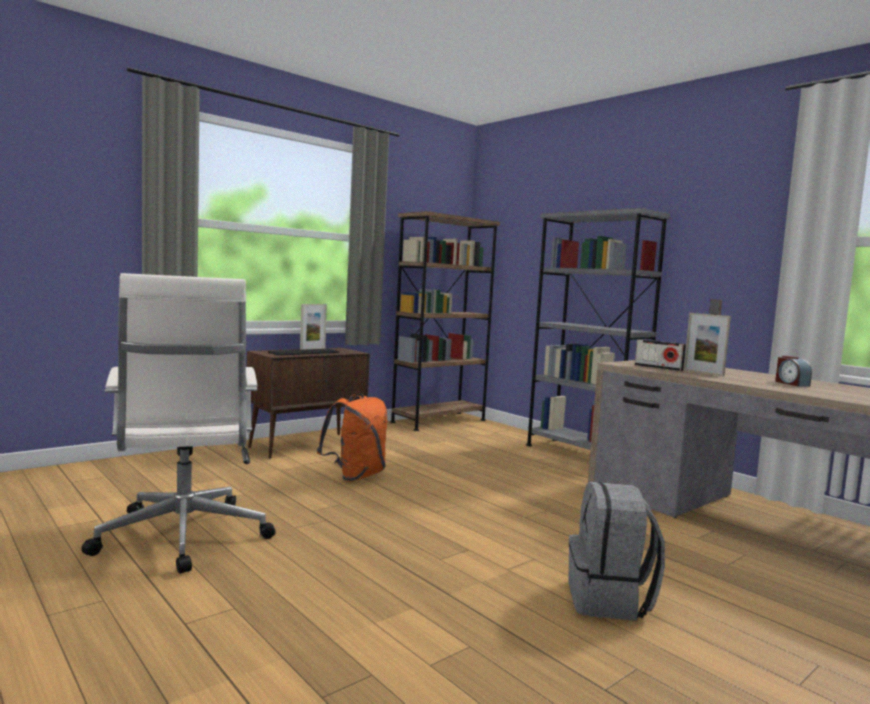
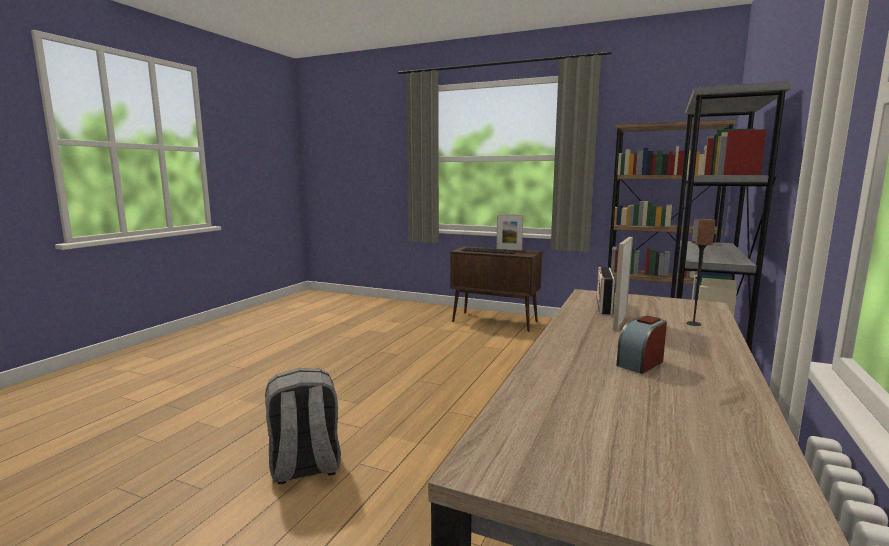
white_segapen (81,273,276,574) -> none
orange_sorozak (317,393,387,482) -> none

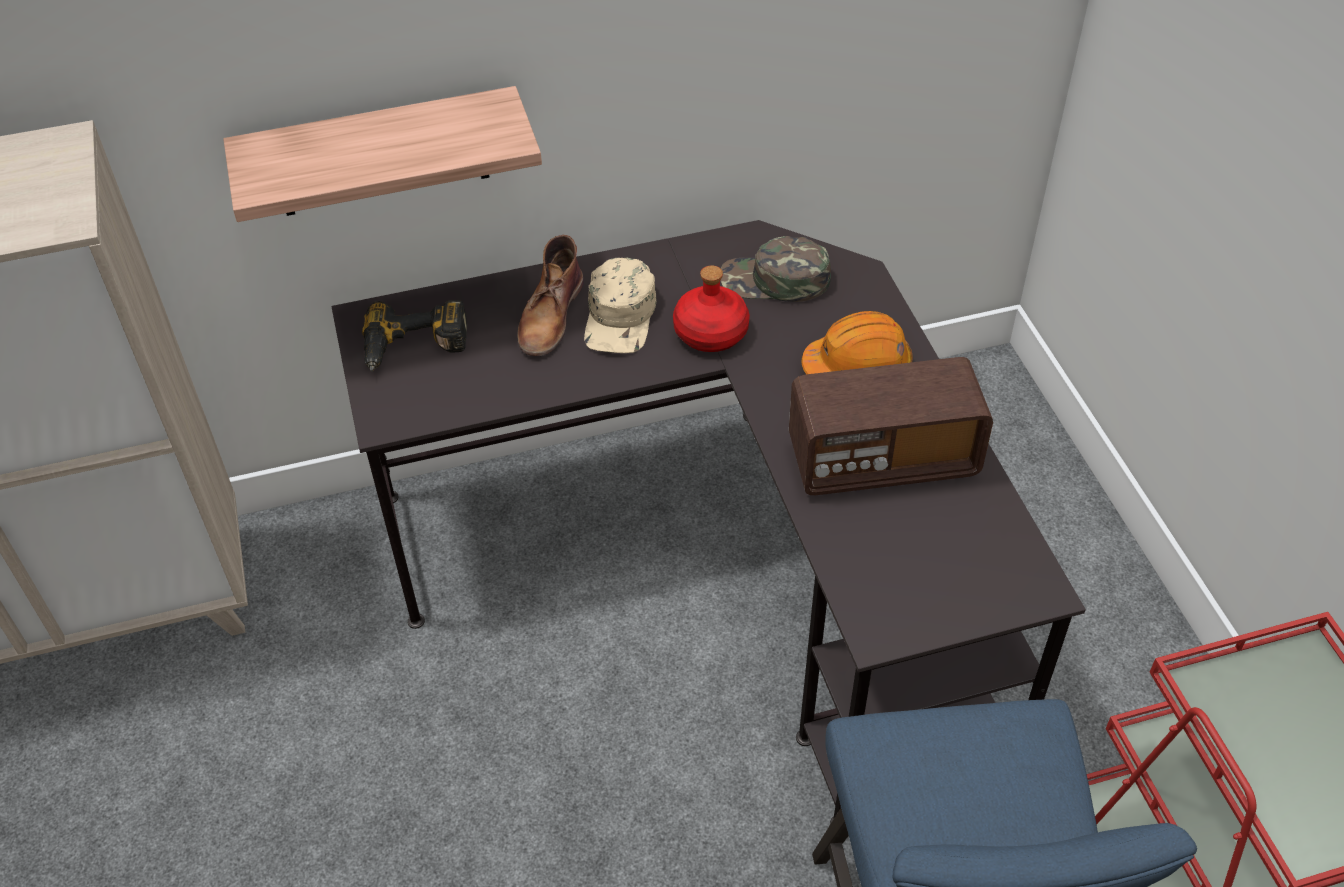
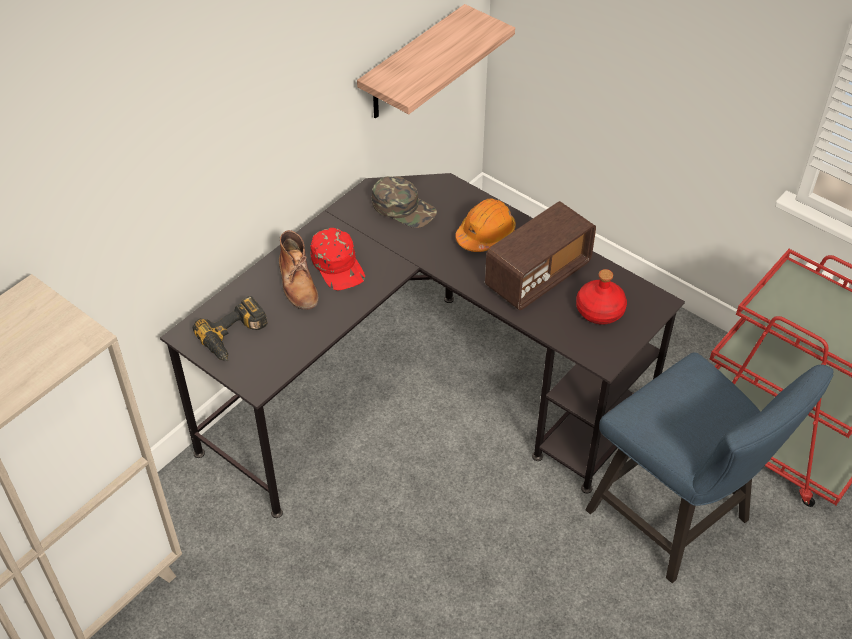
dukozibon (223,86,542,222) -> dukozibon (357,4,515,119), moved
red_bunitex (673,265,750,352) -> red_bunitex (576,269,627,325), moved
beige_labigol (584,258,657,353) -> red_labigol (311,228,365,290)
green_labigol (720,236,831,302) -> green_labigol (372,176,437,228), 120 degrees counterclockwise

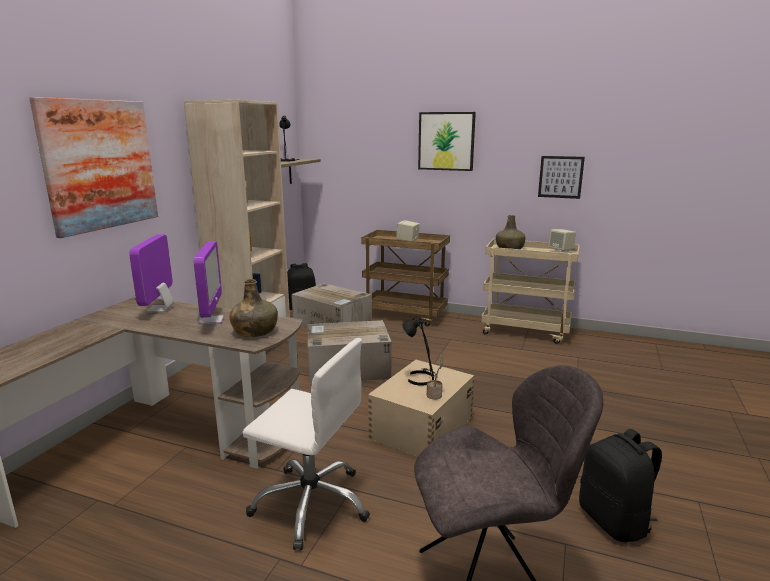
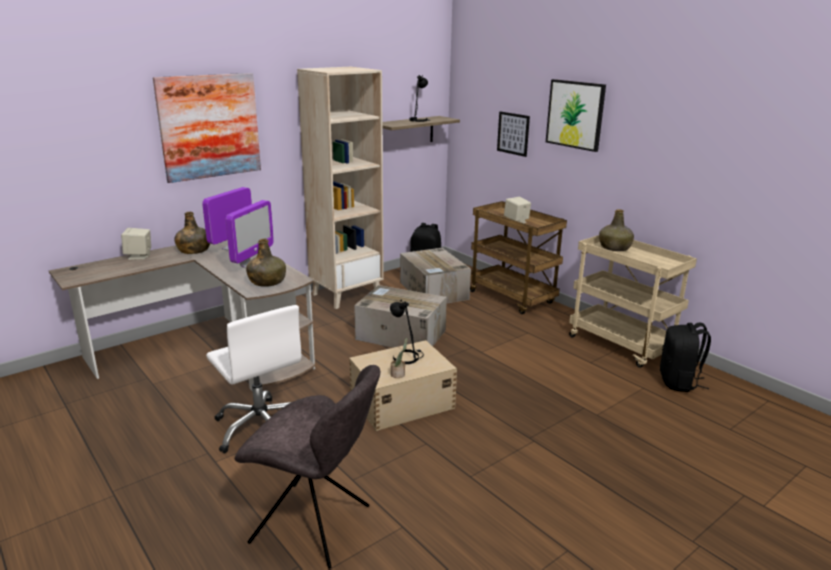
none -> green_bunitex (174,212,210,254)
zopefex (538,156,585,199) -> zopefex (497,111,530,157), moved
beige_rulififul (548,229,576,253) -> beige_rulififul (121,228,151,260), moved
black_sorozak (579,429,662,542) -> black_sorozak (660,323,711,392), moved

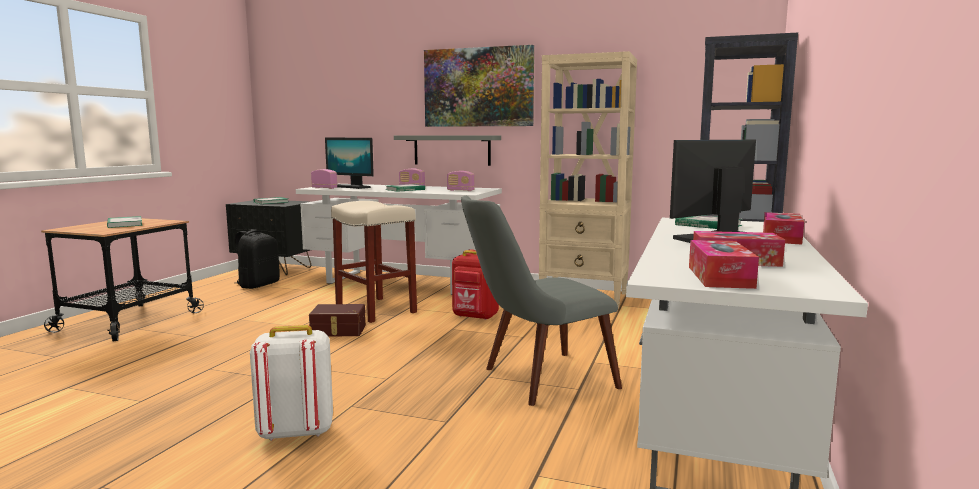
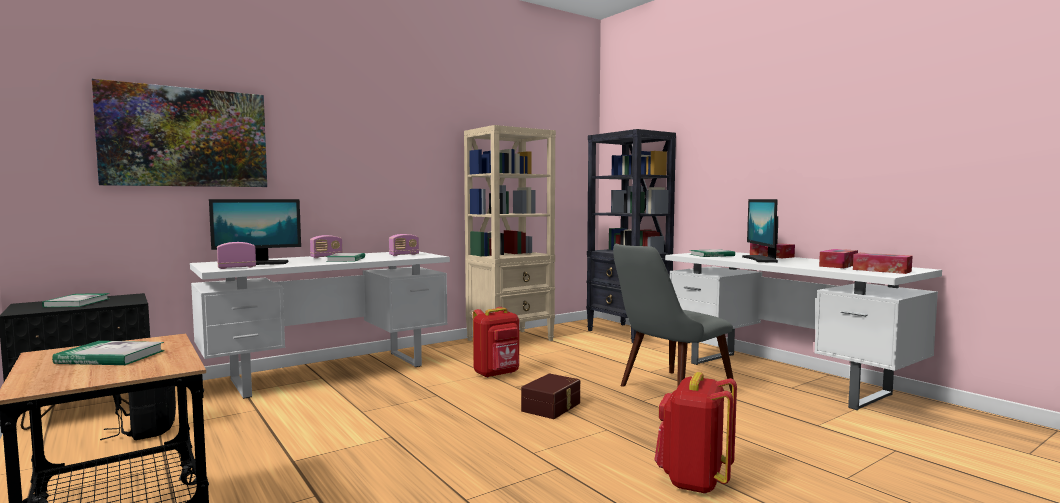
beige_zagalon (331,201,417,323) -> none
grey_dukozibon (394,136,501,166) -> none
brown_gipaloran (309,304,366,337) -> brown_gipaloran (521,373,580,419), moved
zopefex (424,45,534,127) -> zopefex (92,79,267,187), moved
white_sorozak (250,325,333,441) -> red_sorozak (654,372,737,494)
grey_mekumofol (461,196,622,406) -> grey_mekumofol (613,243,734,393), 45 degrees clockwise

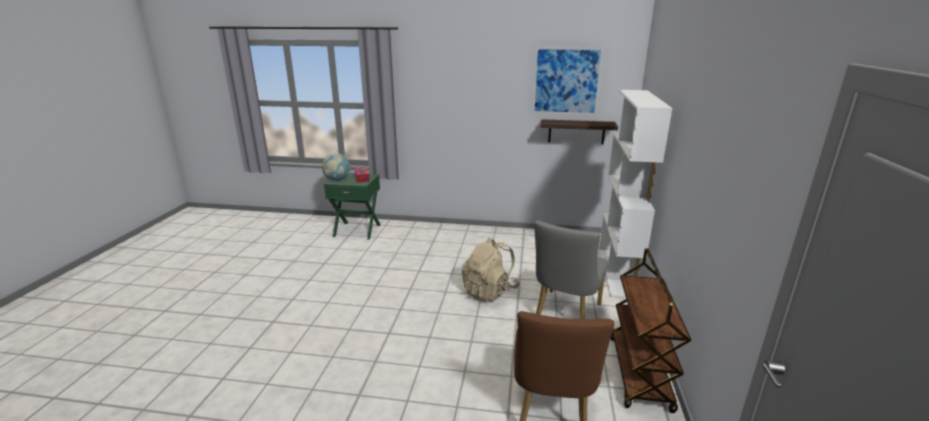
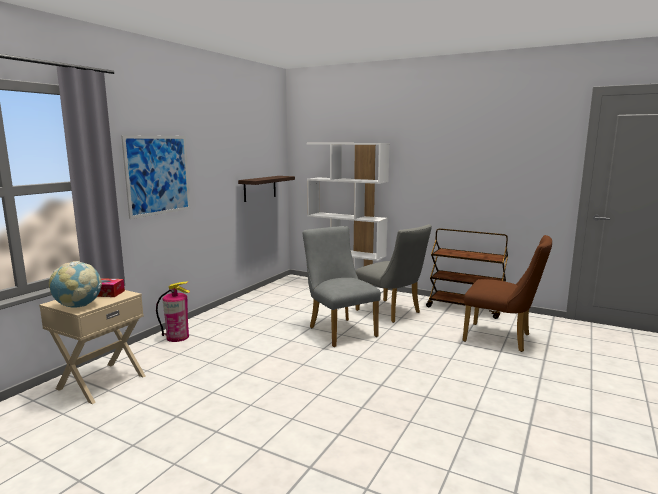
none -> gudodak (156,282,190,342)
zopefex (532,47,604,115) -> zopefex (121,135,190,219), moved
beige_sorozak (462,238,519,302) -> grey_mekumofol (303,226,381,347)
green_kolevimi (324,173,381,239) -> beige_kolevimi (39,290,146,404)

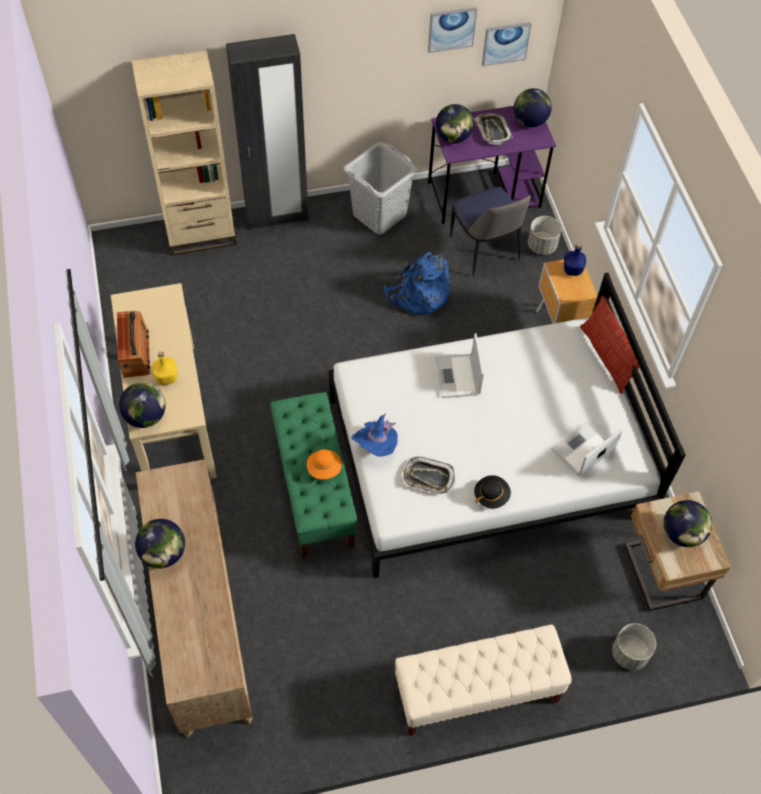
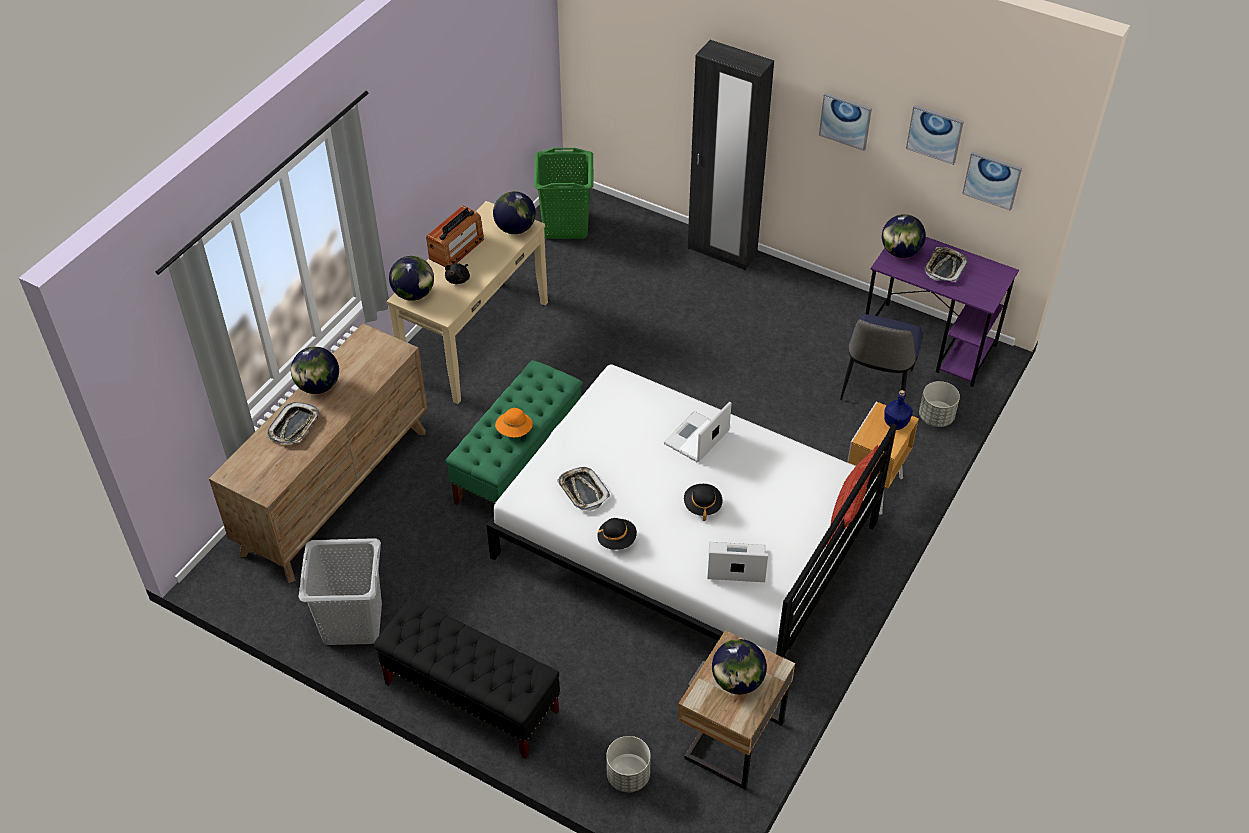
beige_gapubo (132,50,236,255) -> none
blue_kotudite (351,413,398,457) -> none
blue_sorozak (383,252,451,315) -> none
none -> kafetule (268,402,319,444)
none -> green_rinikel (534,148,593,239)
none -> black_kotudite (684,484,723,521)
none -> zopefex (819,93,872,151)
grey_rinikel (343,142,419,235) -> grey_rinikel (299,538,382,645), moved
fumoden (514,88,552,127) -> fumoden (493,191,536,234), moved
yellow_bunitex (152,352,177,385) -> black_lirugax (445,263,470,284)
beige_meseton (395,624,572,736) -> black_meseton (374,598,560,759)

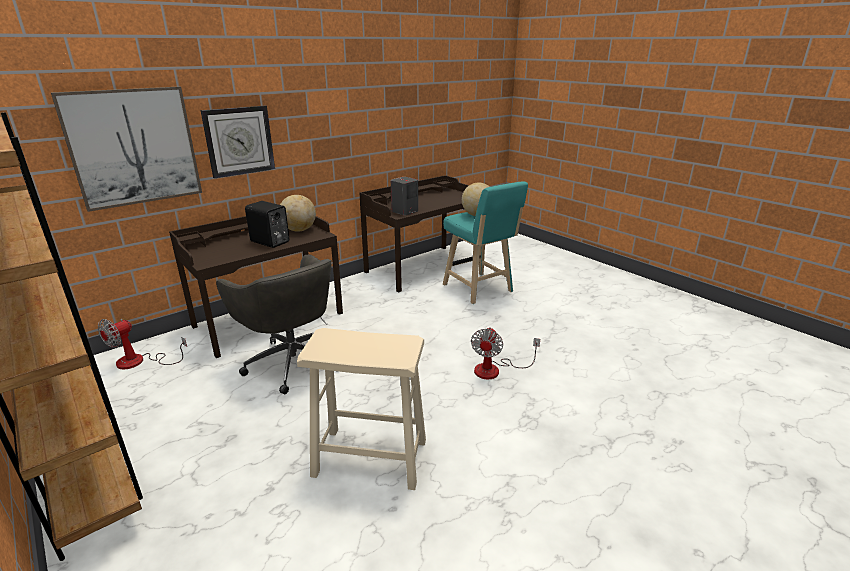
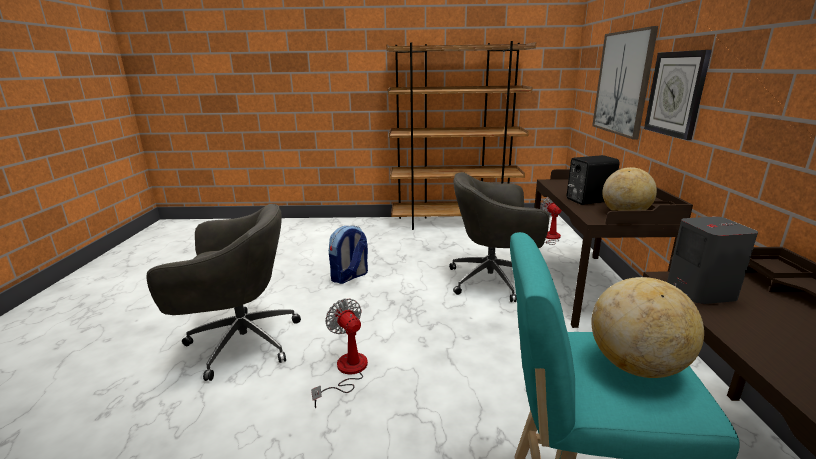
none -> grey_segapen (147,204,301,381)
beige_zagalon (297,328,426,490) -> sorozak (329,225,368,284)

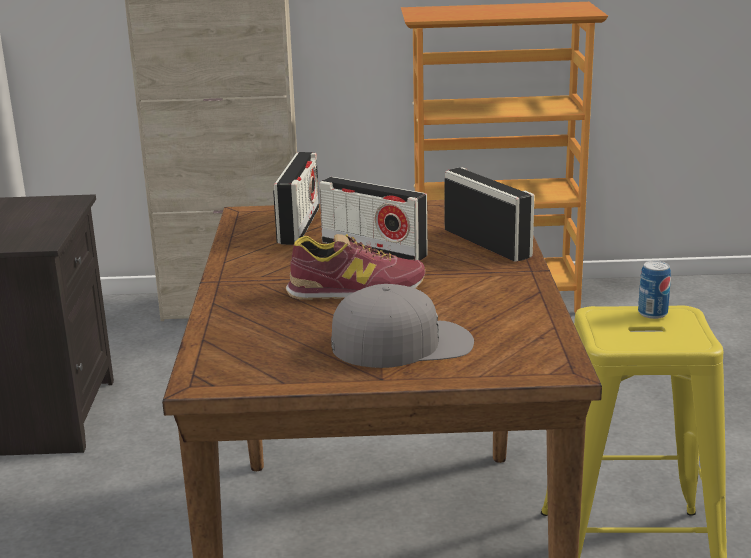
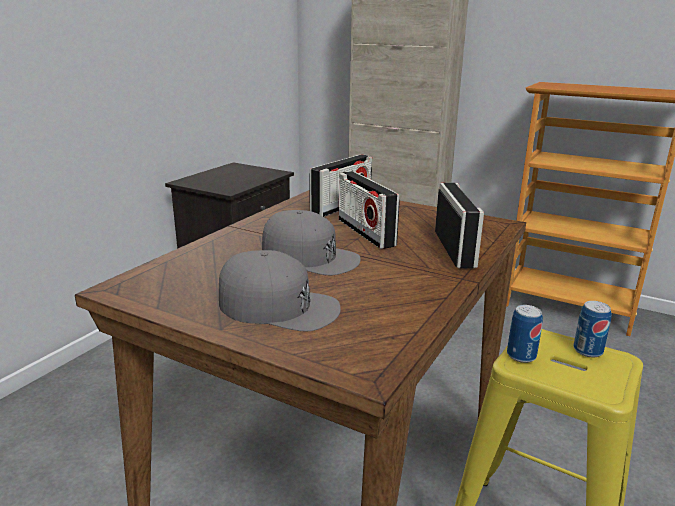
none -> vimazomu (507,305,543,363)
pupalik (286,234,425,300) -> grey_labigol (262,210,361,275)

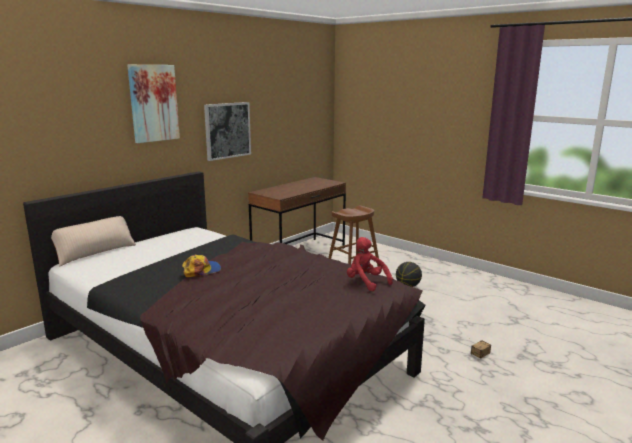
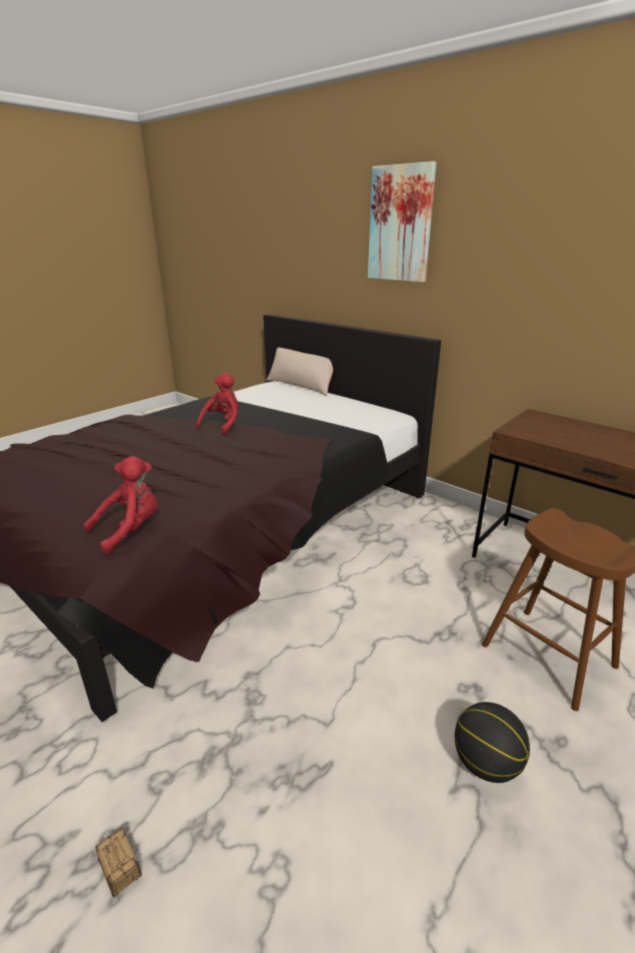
zopefex (204,102,251,161) -> none
labigol (182,255,221,277) -> red_lirugax (196,373,239,435)

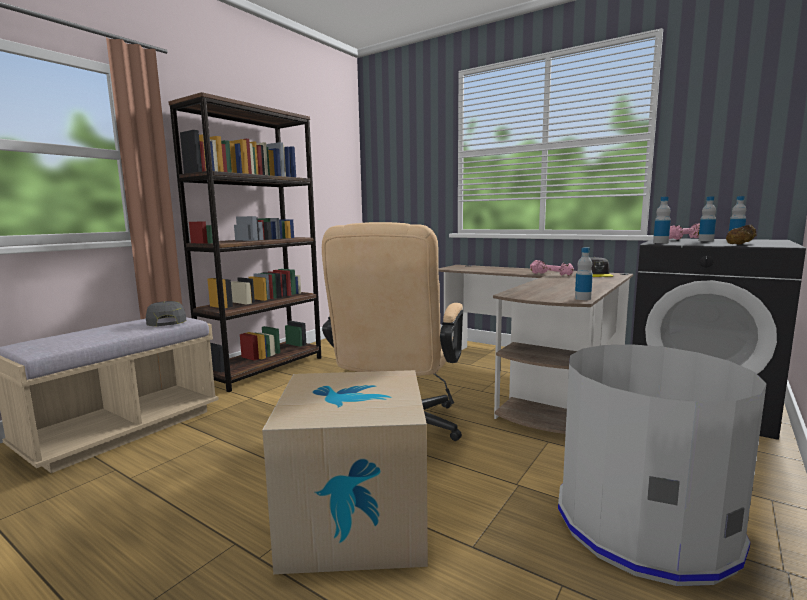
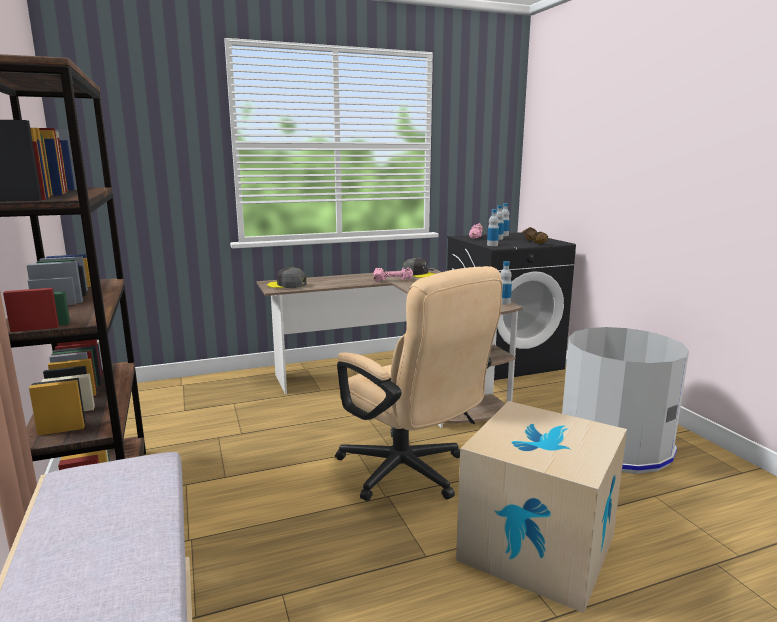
grey_labigol (146,301,186,326) -> grey_labigol (267,268,307,288), moved

